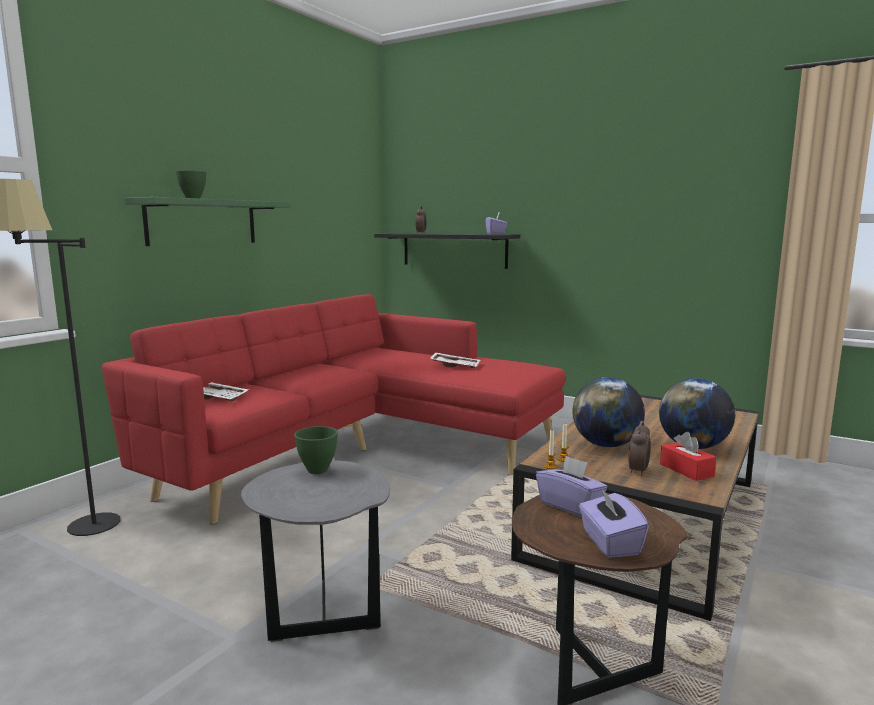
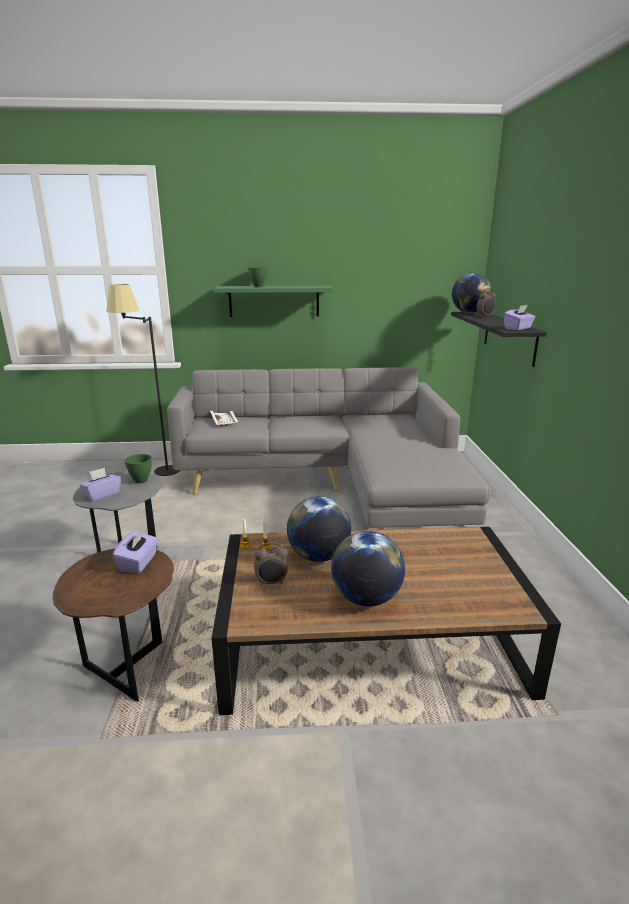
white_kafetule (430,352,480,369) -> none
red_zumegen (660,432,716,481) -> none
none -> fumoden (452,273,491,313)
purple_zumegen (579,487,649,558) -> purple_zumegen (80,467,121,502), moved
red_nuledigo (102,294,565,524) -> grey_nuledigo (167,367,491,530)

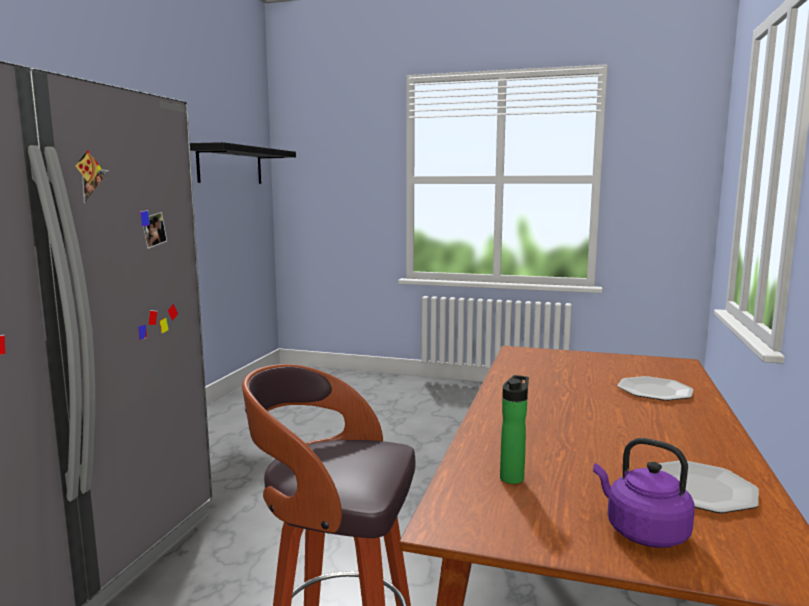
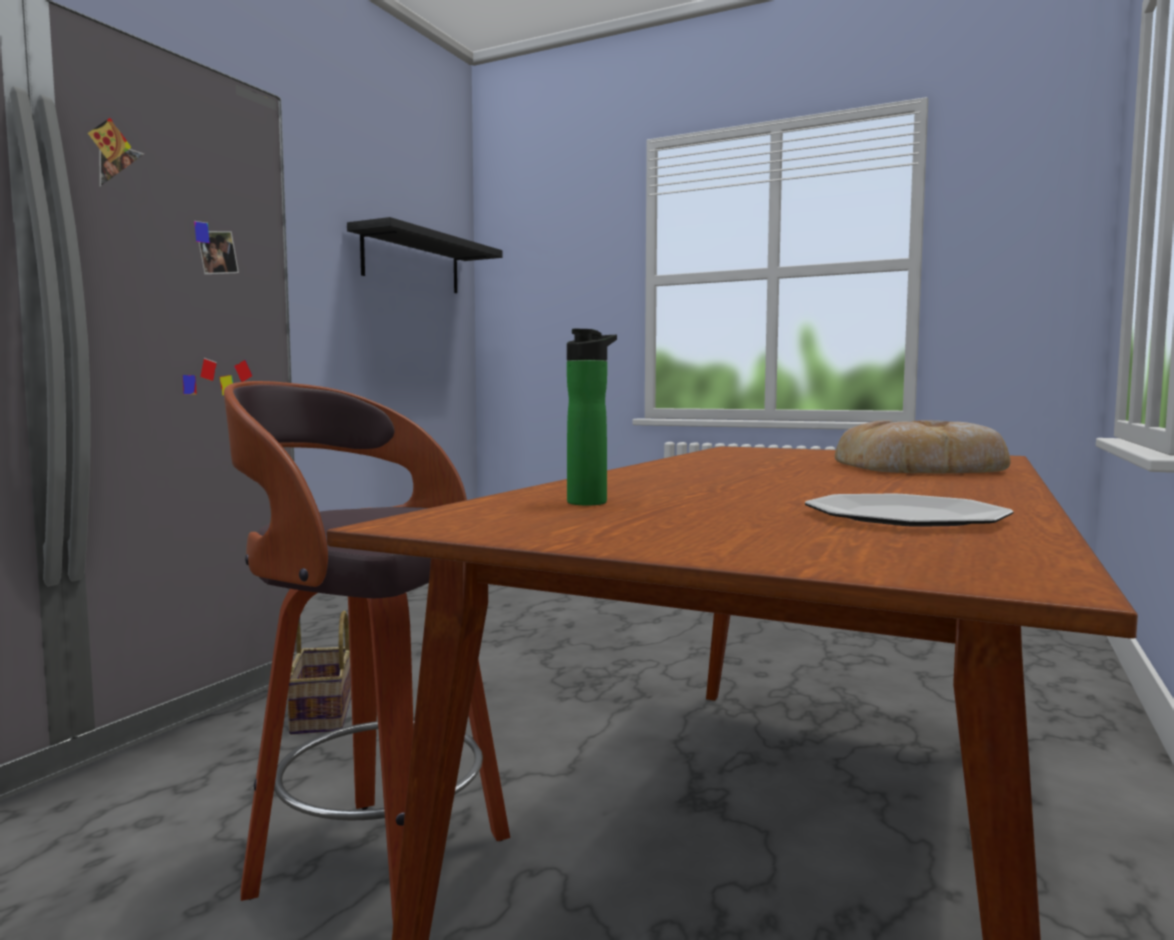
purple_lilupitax (593,438,695,548) -> none
none -> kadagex (288,611,351,735)
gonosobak (617,376,694,401) -> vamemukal (835,420,1011,473)

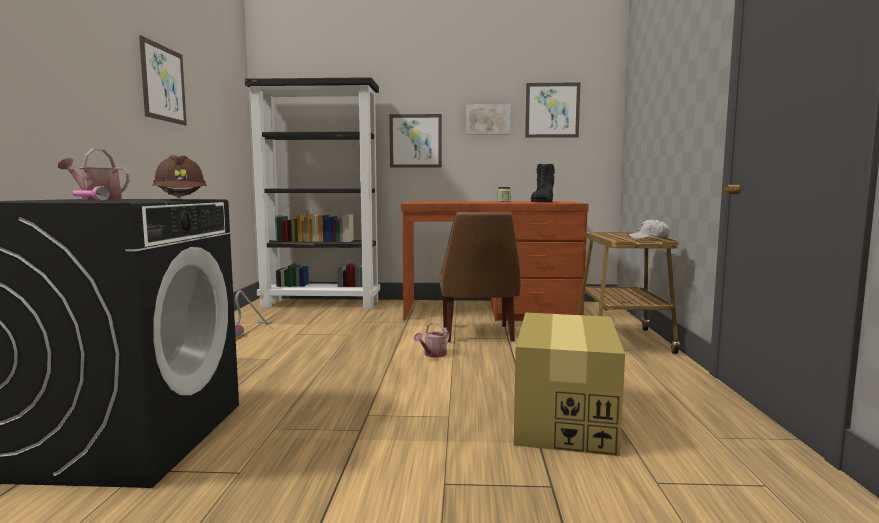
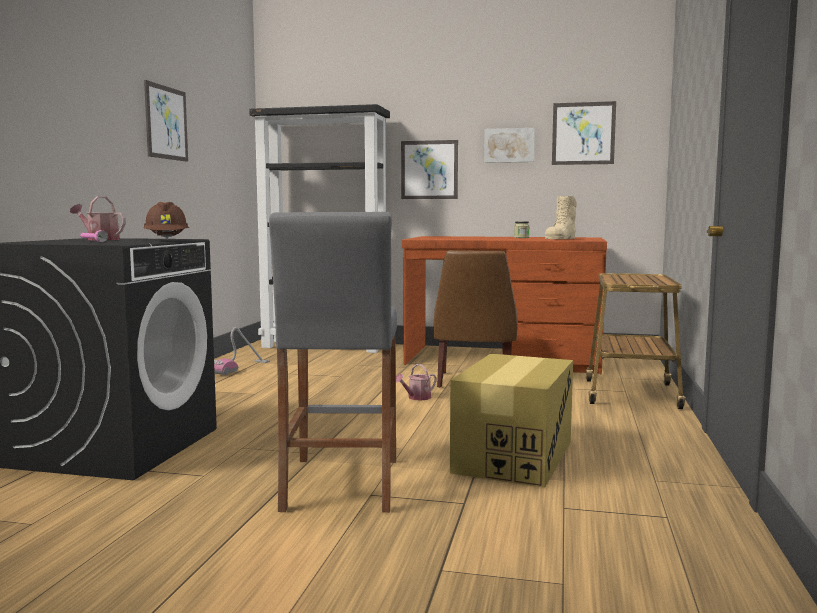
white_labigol (627,219,670,239) -> none
none -> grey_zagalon (269,212,397,513)
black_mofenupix (531,164,555,202) -> beige_mofenupix (545,196,577,239)

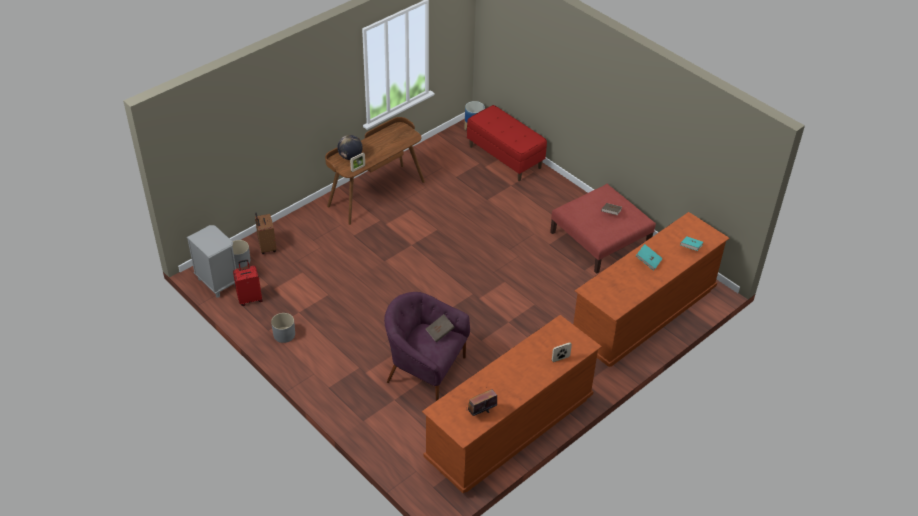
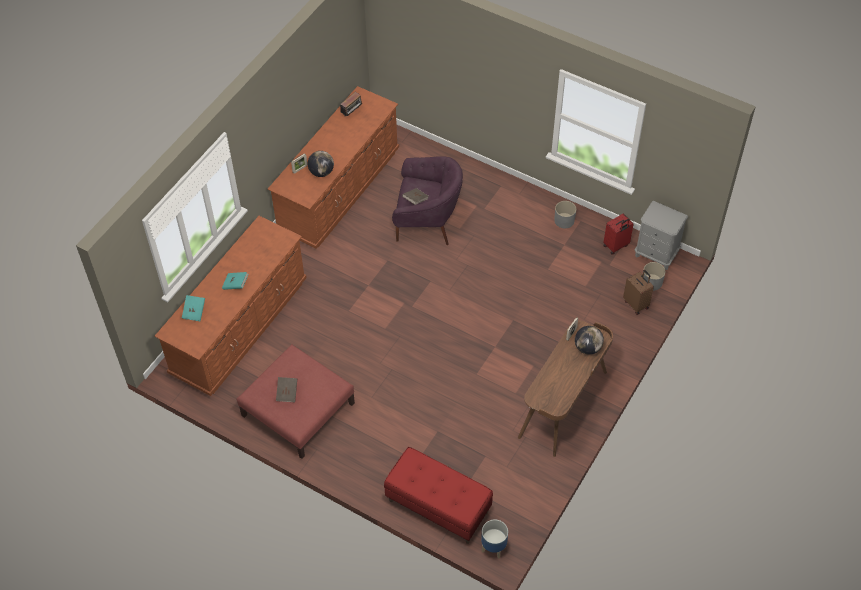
none -> fumoden (308,151,334,177)

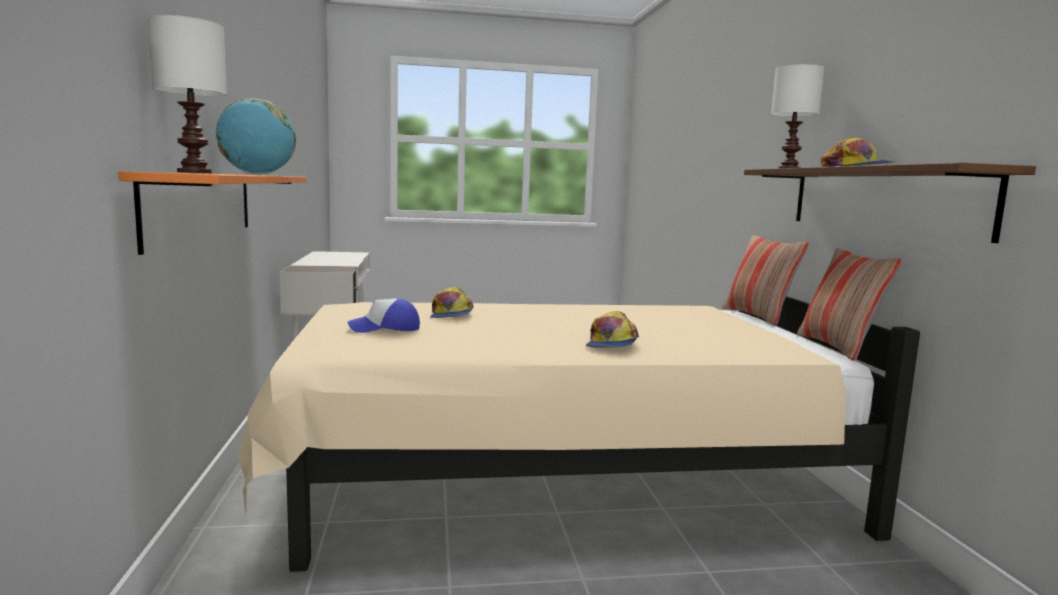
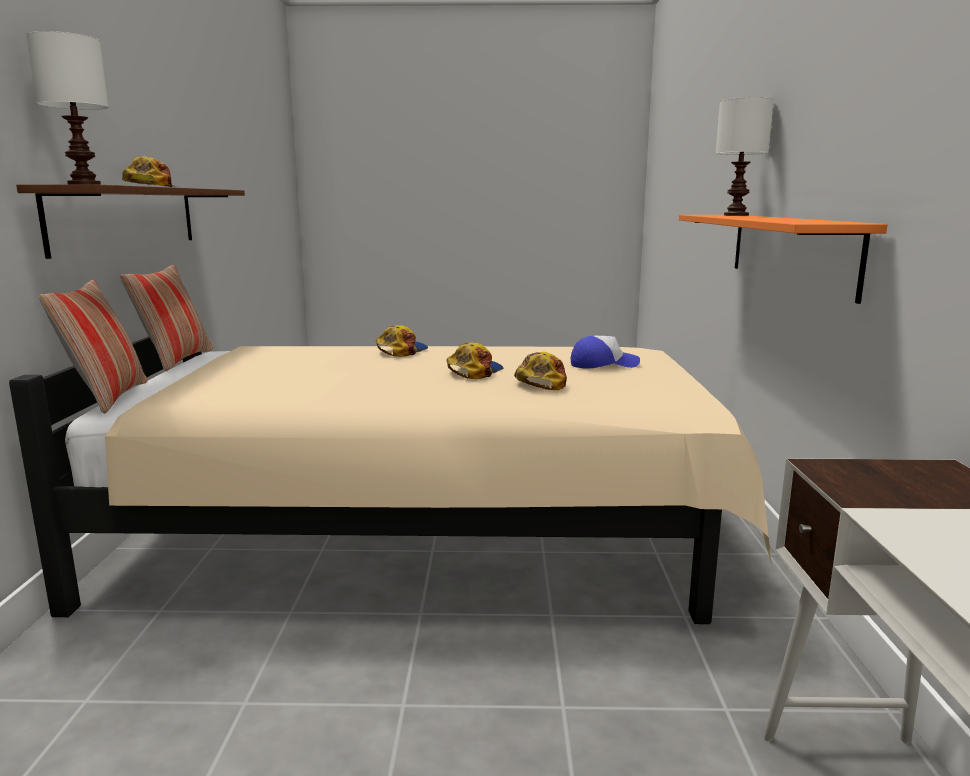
fumoden (216,98,296,175) -> none
none -> labigol (447,343,503,379)

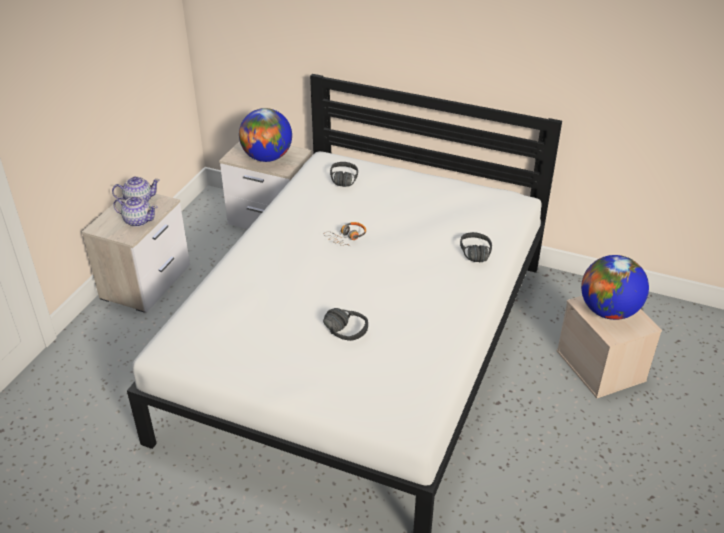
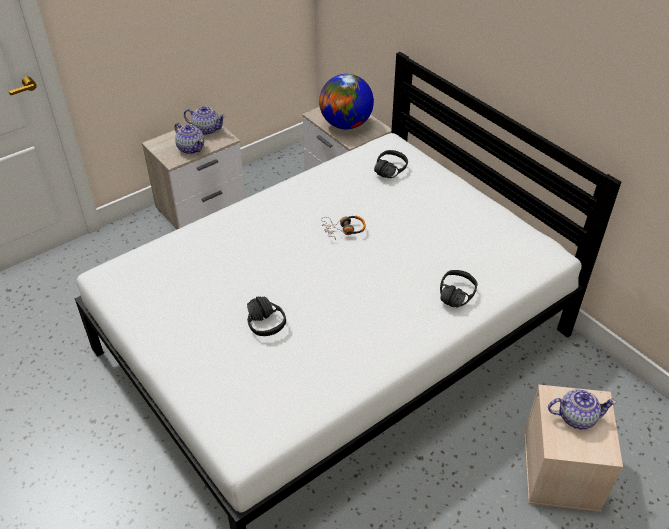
fumoden (581,255,649,320) -> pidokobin (548,389,617,430)

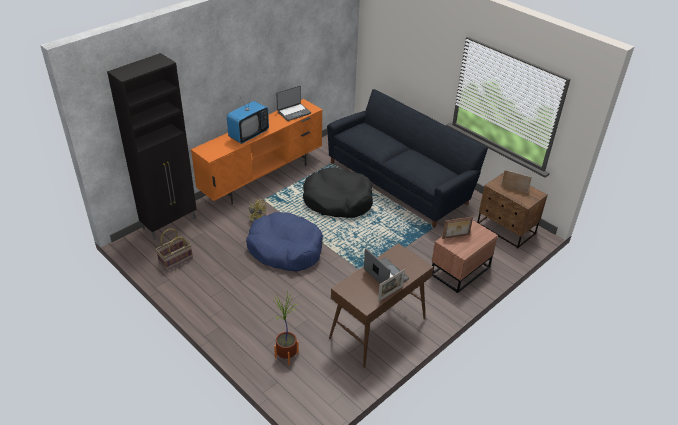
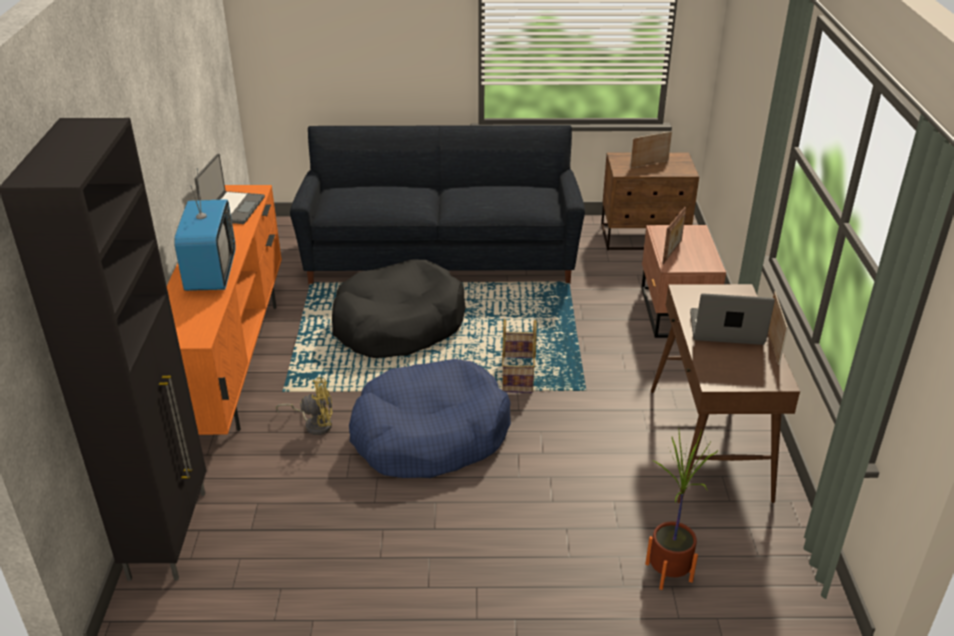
kadagex (156,229,193,270) -> kadagex (502,319,537,393), moved

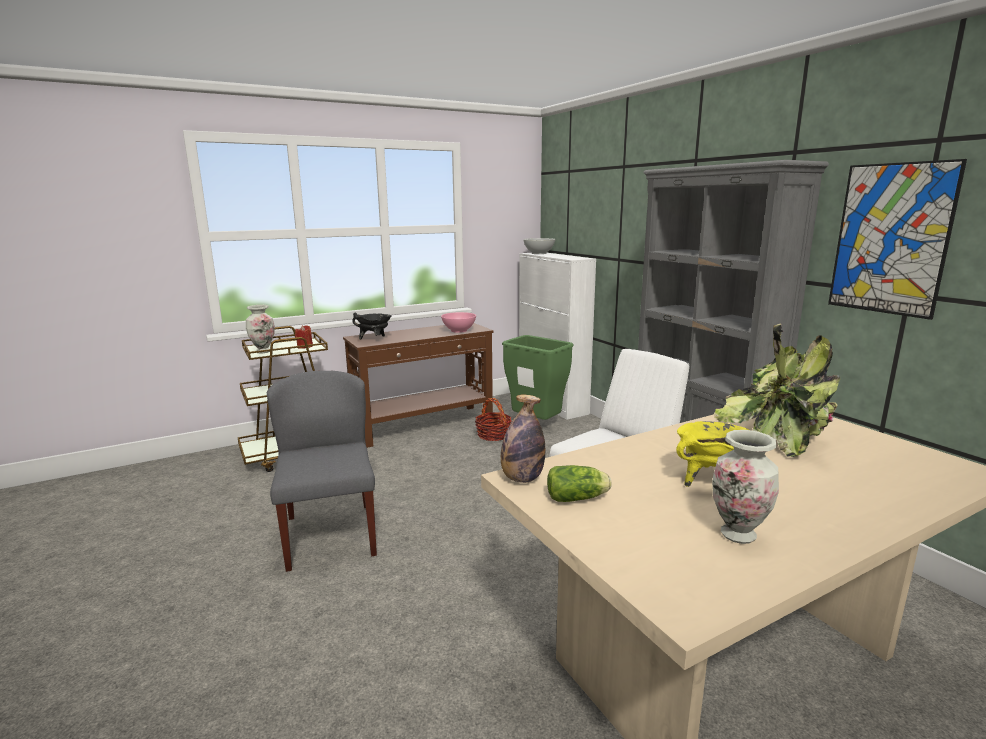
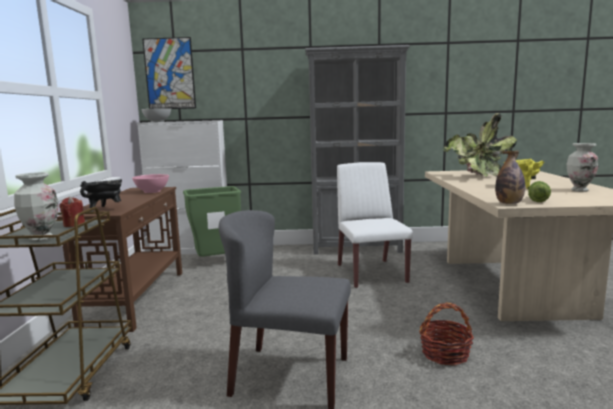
kadagex (475,398,512,441) -> kadagex (419,303,474,366), moved
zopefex (828,159,967,320) -> zopefex (142,37,196,109), moved

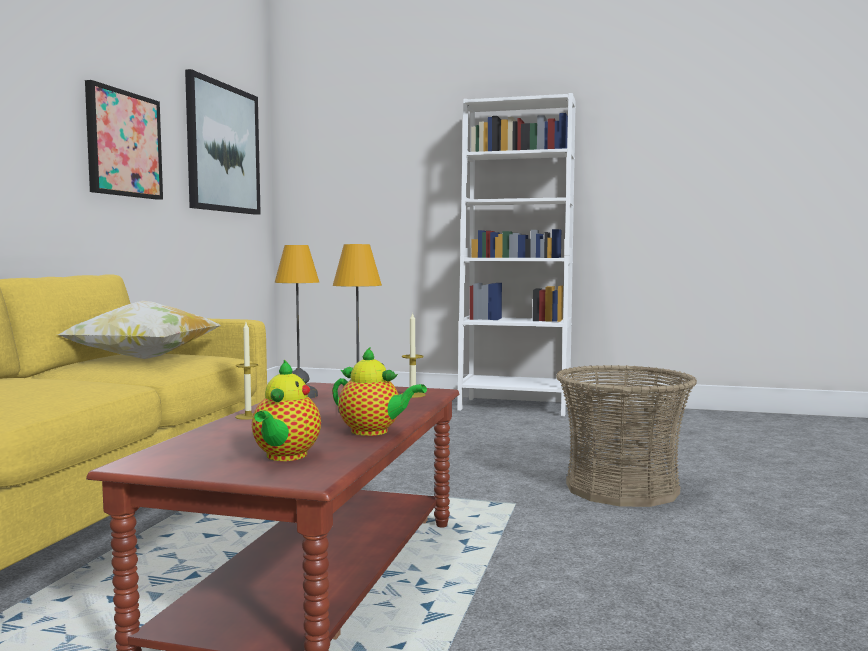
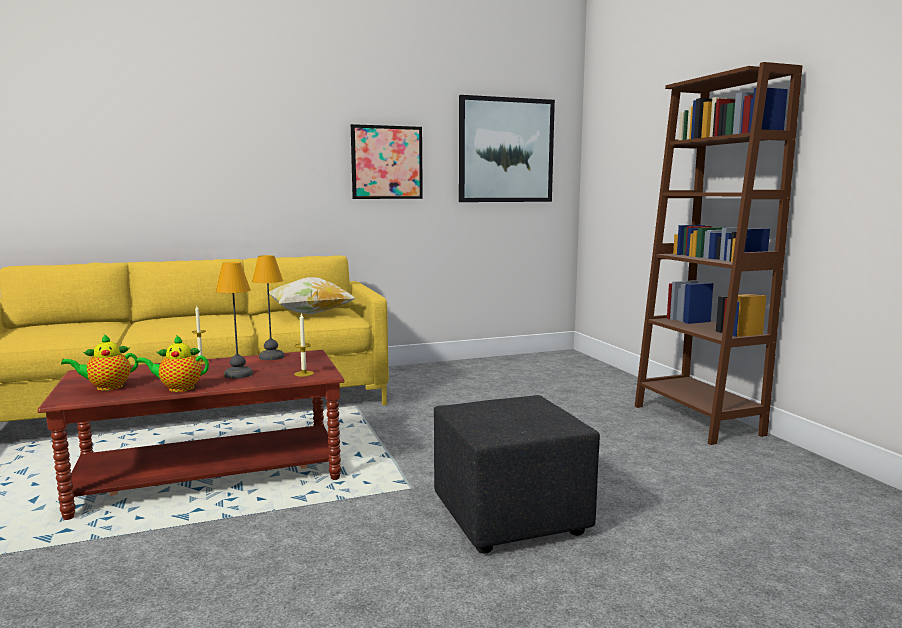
kadagex (556,365,697,507) -> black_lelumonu (434,395,600,554)
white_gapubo (457,93,576,416) -> brown_gapubo (635,62,803,445)
pidokobin (332,347,427,436) -> pidokobin (136,335,209,392), 90 degrees clockwise

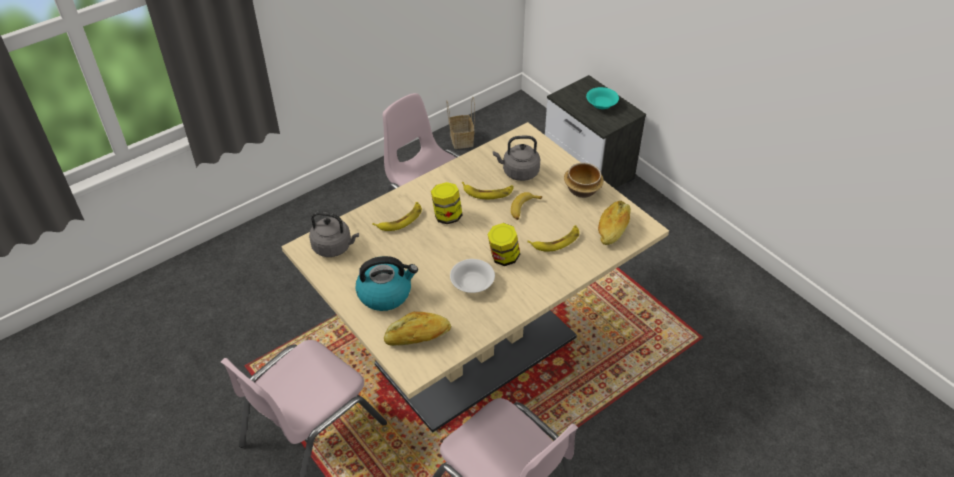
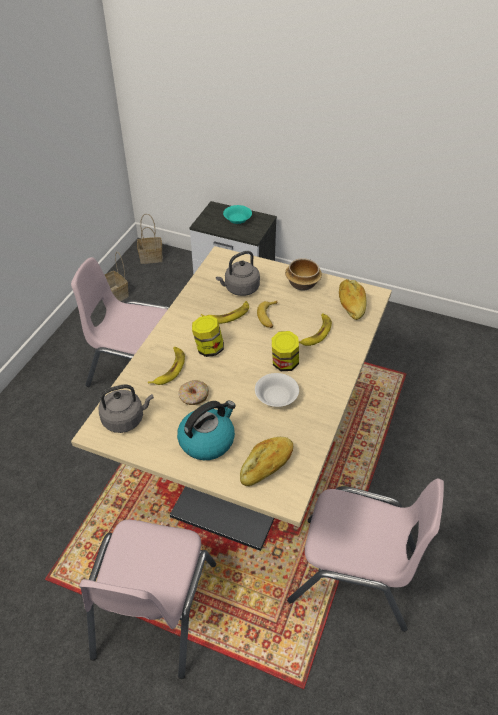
none -> kadagex (137,214,163,264)
none -> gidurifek (178,380,209,405)

